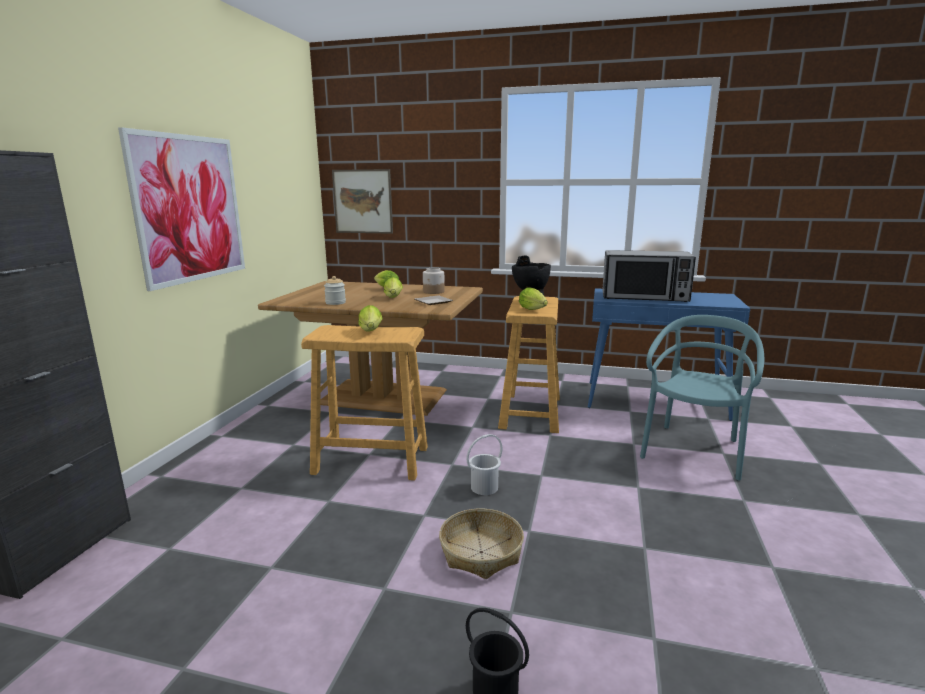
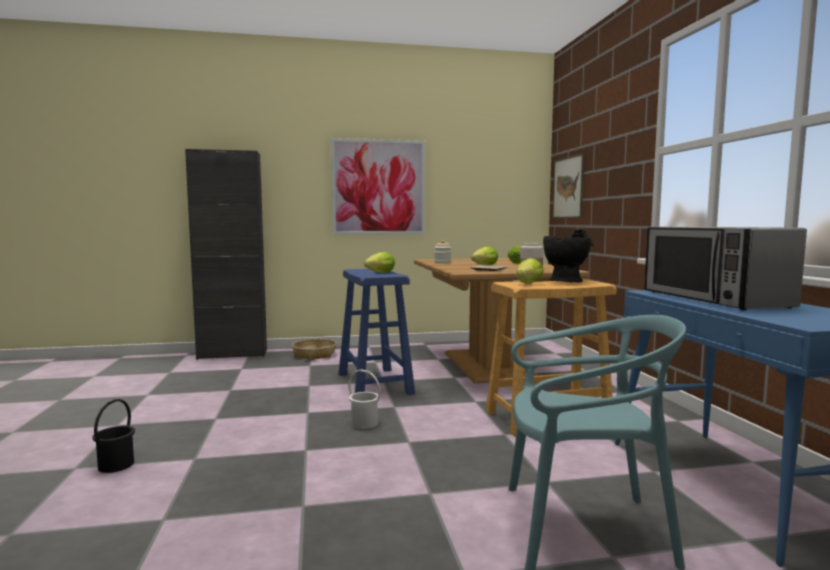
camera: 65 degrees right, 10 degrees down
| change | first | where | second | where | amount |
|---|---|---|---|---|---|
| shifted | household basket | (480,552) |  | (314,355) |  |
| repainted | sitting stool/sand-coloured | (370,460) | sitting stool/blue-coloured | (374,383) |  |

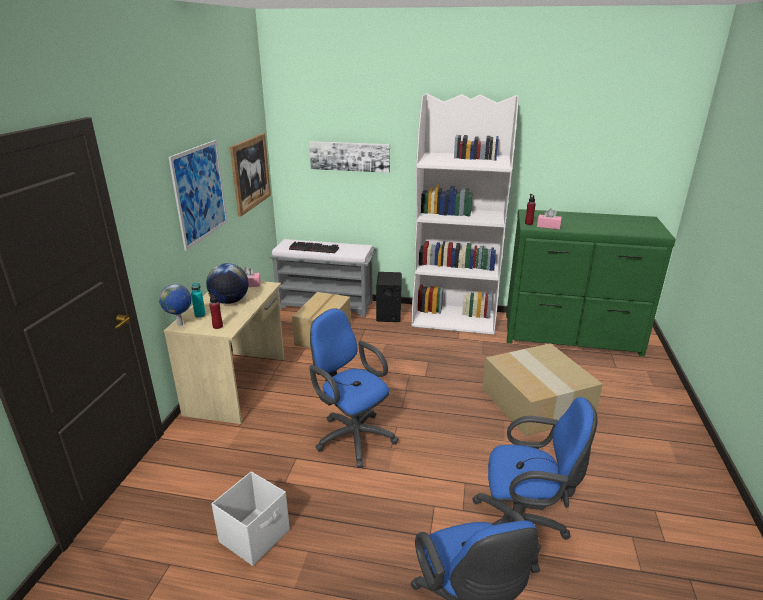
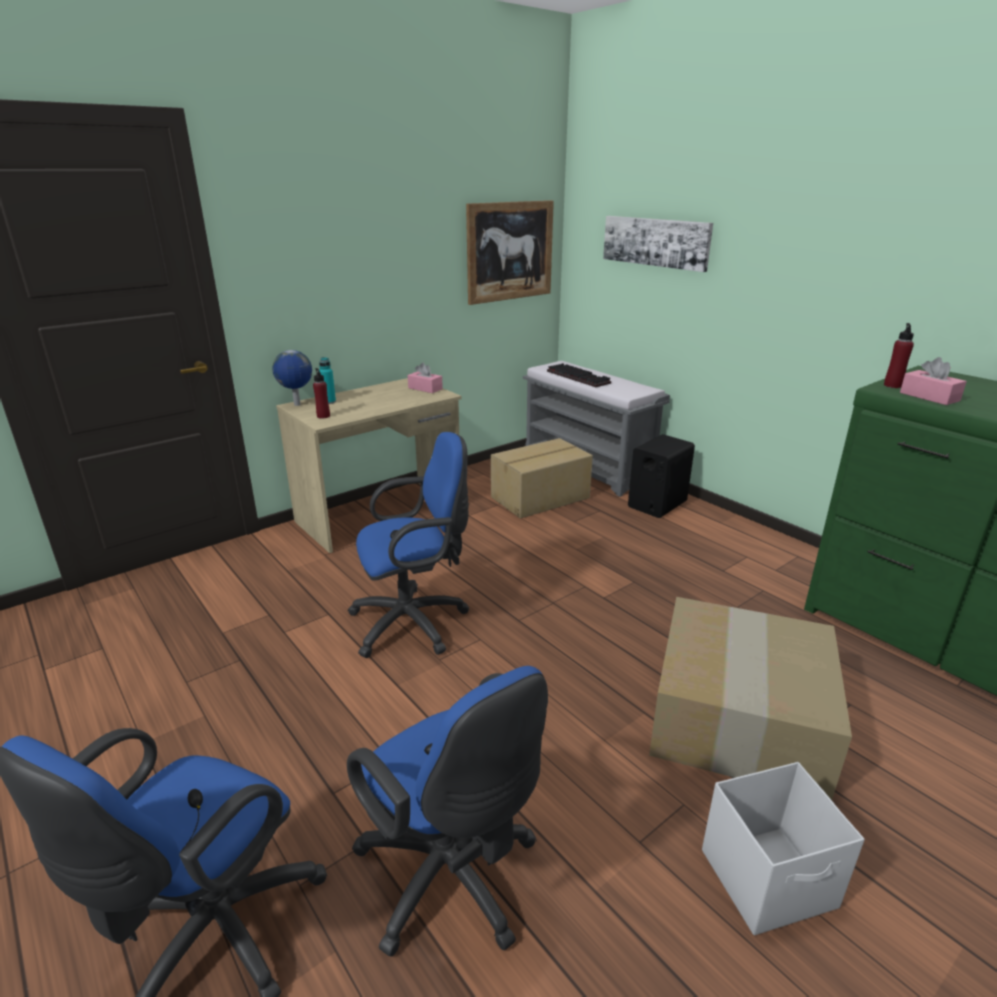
camera: 40 degrees right, 0 degrees up
| change | first | where | second | where | amount |
|---|---|---|---|---|---|
| rotated | desk chair/blue-coloured | (352,436) |  | (415,622) | 75 degrees clockwise |
| shifted | storage container/whitish | (256,536) |  | (769,879) |  |
| gone | wall art | (200,193) |  |  |  |
| gone | desk globe | (230,301) |  |  |  |
| gone | shelving unit/whitish | (455,319) |  |  |  |

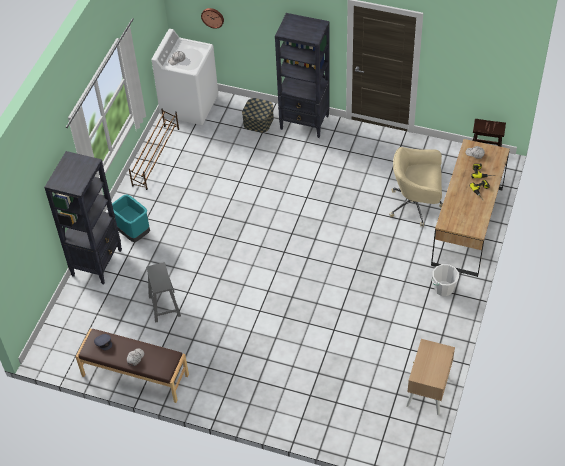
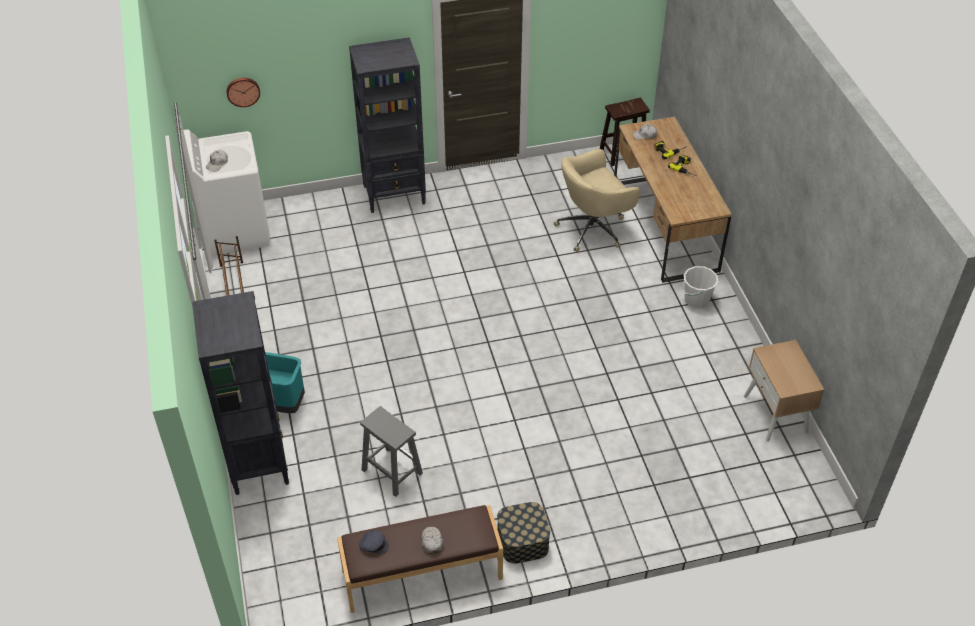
camera: 35 degrees left, 5 degrees down
| change | first | where | second | where | amount |
|---|---|---|---|---|---|
| shifted | storage container | (258,121) |  | (522,541) |  |

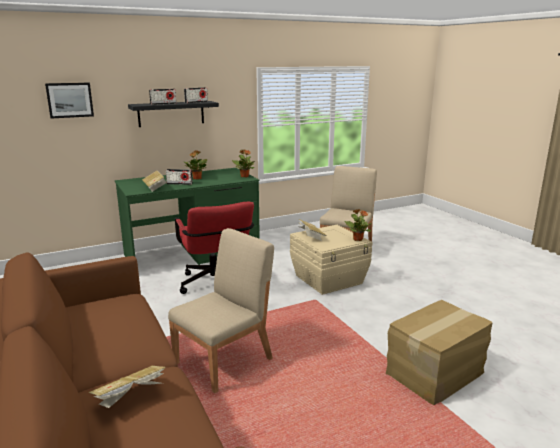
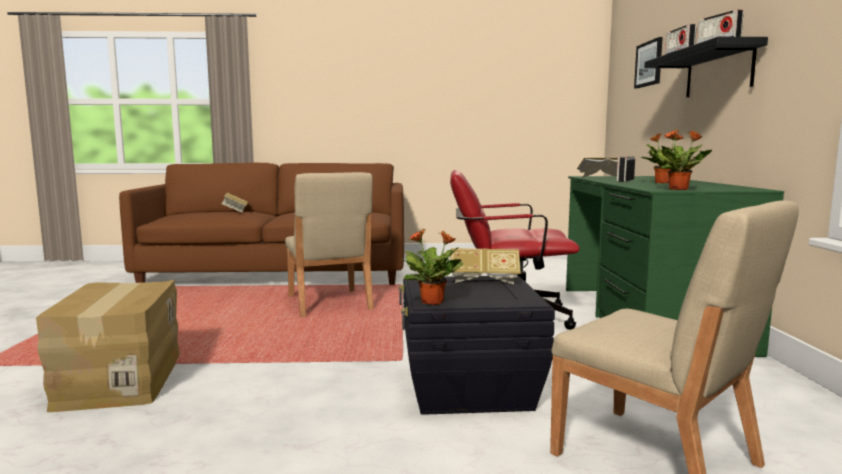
camera: 115 degrees right, 10 degrees down
| change | first | where | second | where | amount |
|---|---|---|---|---|---|
| repainted | storage container/sand-coloured | (329,279) | storage container/black-coloured | (468,388) |  |

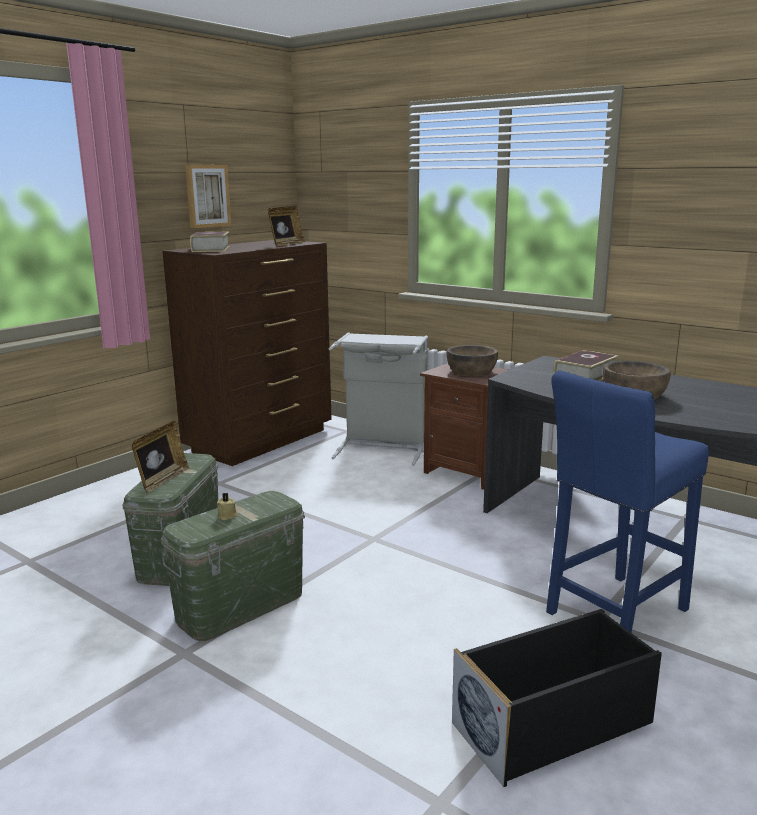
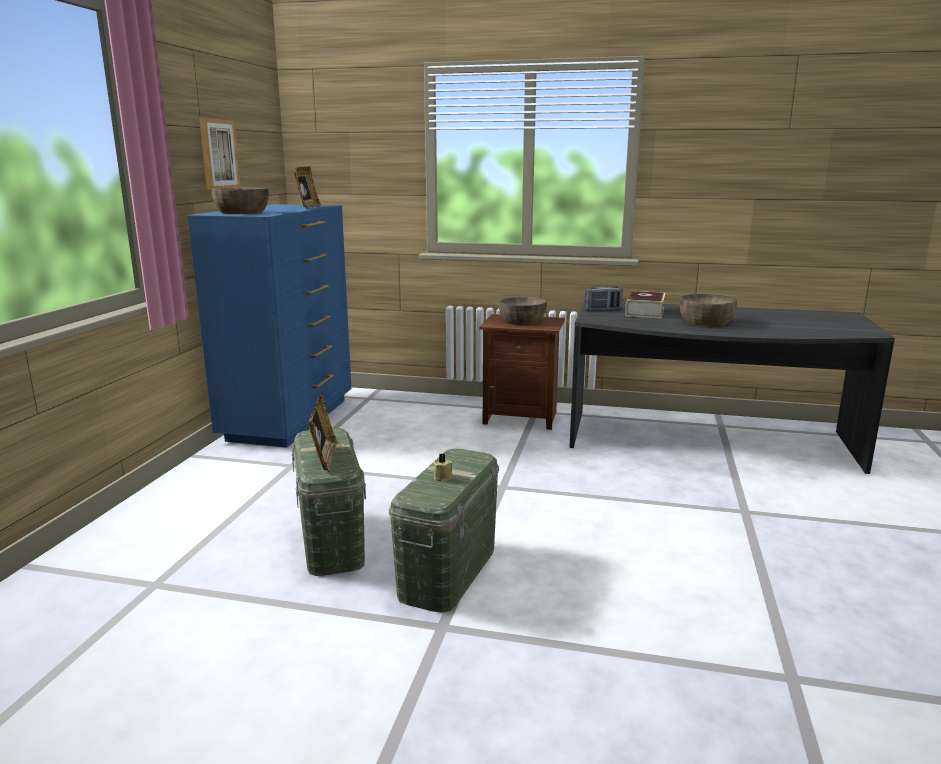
camera: 25 degrees left, 0 degrees up
| change | first | where | second | where | amount |
|---|---|---|---|---|---|
| repainted | dresser/brown | (261,441) | dresser/blue-coloured | (290,419) |  |
| swapped | volume | (211,249) | deep dish/brown | (242,212) |  |
| new |  |  | radio receiver | (603,310) |  |
| gone | washing basket/grey | (382,447) |  |  |  |
| gone | storage container/black-coloured | (554,723) |  |  |  |
| gone | sitting stool/blue-coloured | (613,614) |  |  |  |

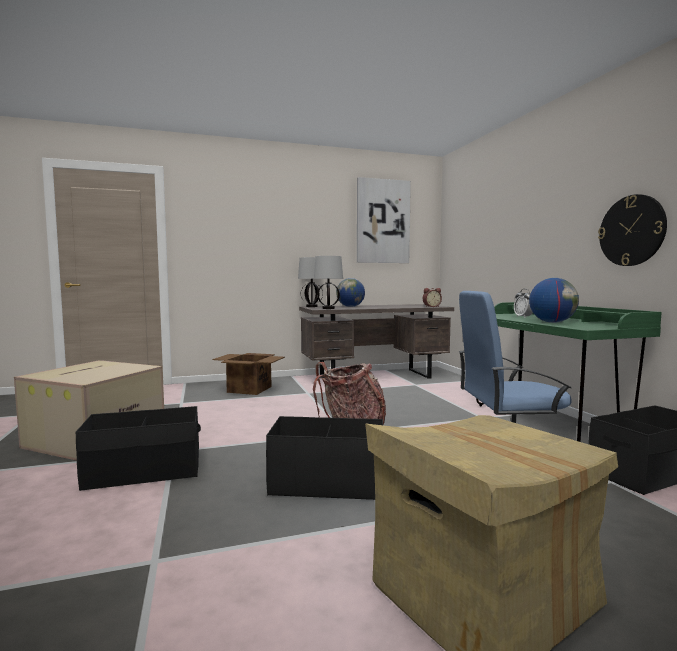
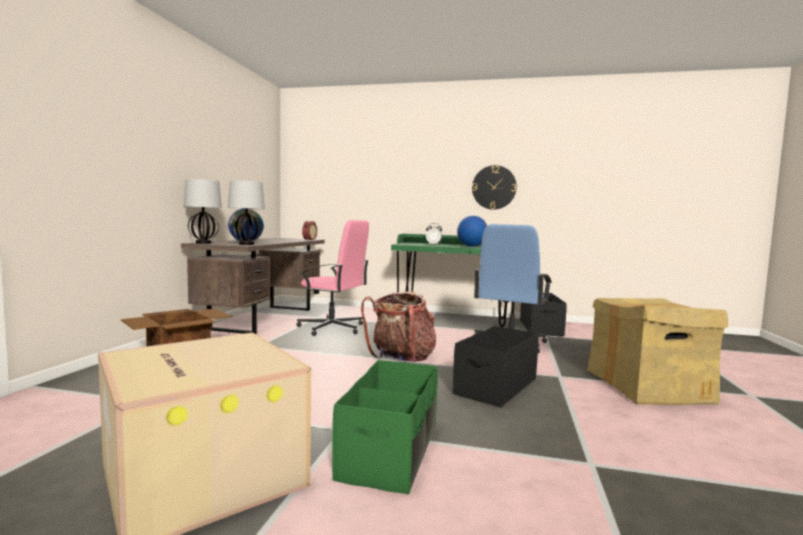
camera: 60 degrees left, 0 degrees up
| change | first | where | second | where | amount |
|---|---|---|---|---|---|
| new |  |  | desk chair/pink-coloured | (332,328) |  |
| repainted | storage container/black-coloured | (144,472) | storage container/green-coloured | (391,451) |  |
| gone | wall art | (383,221) |  |  |  |

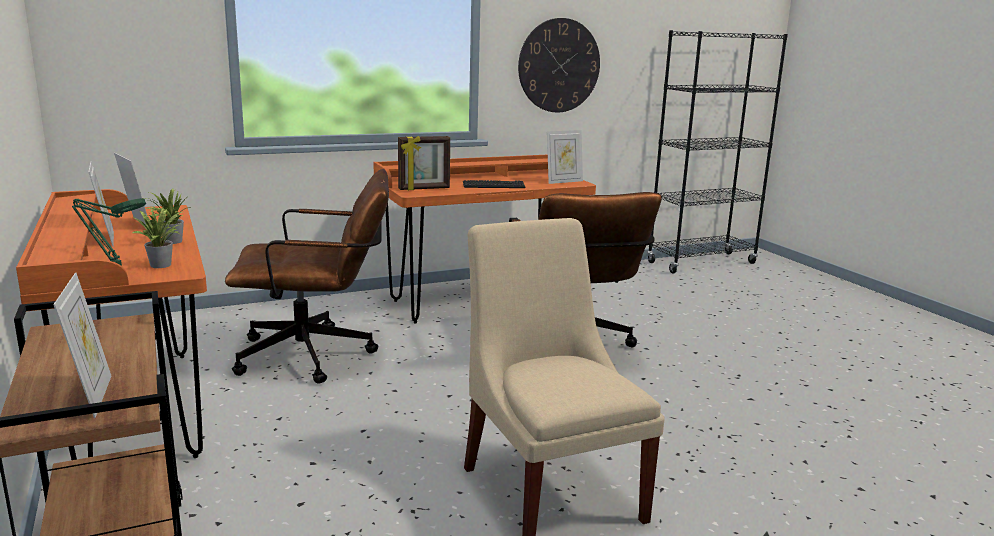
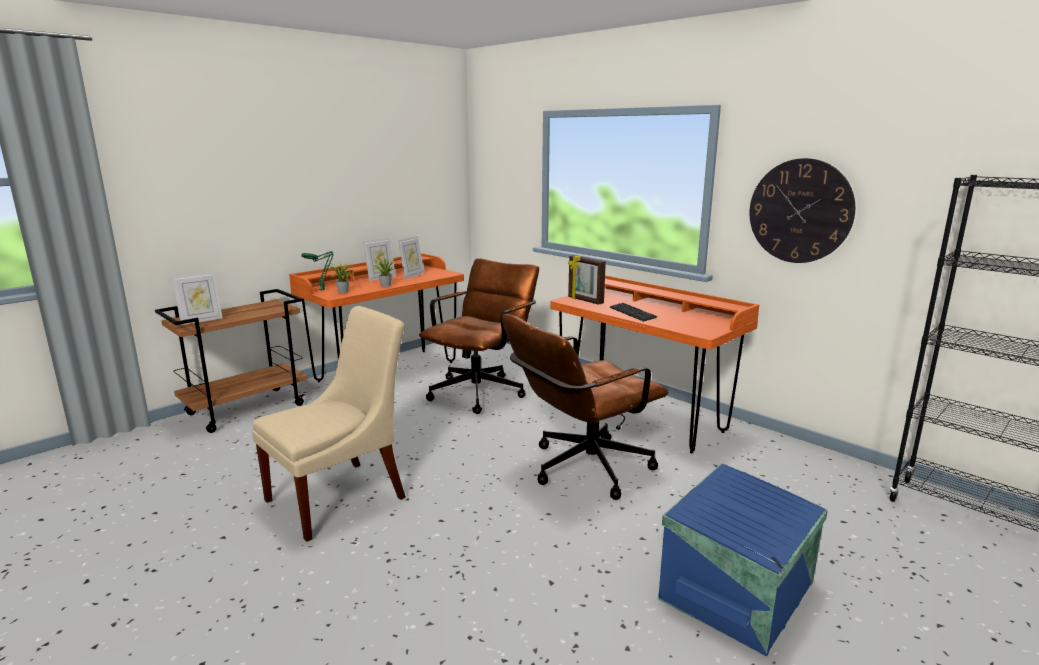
camera: 70 degrees right, 0 degrees up
| change | first | where | second | where | amount |
|---|---|---|---|---|---|
| rotated | desk chair/brown | (317,355) |  | (482,390) | 120 degrees counterclockwise |
| new |  |  | storage container/blue-coloured | (739,591) |  |
| gone | photo frame | (563,181) |  |  |  |

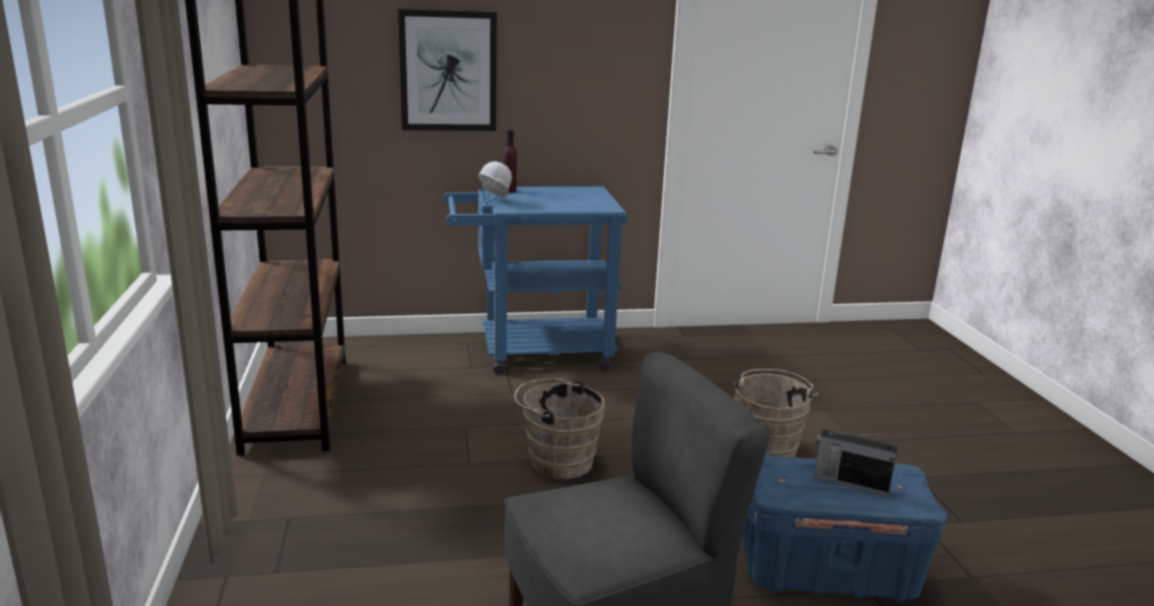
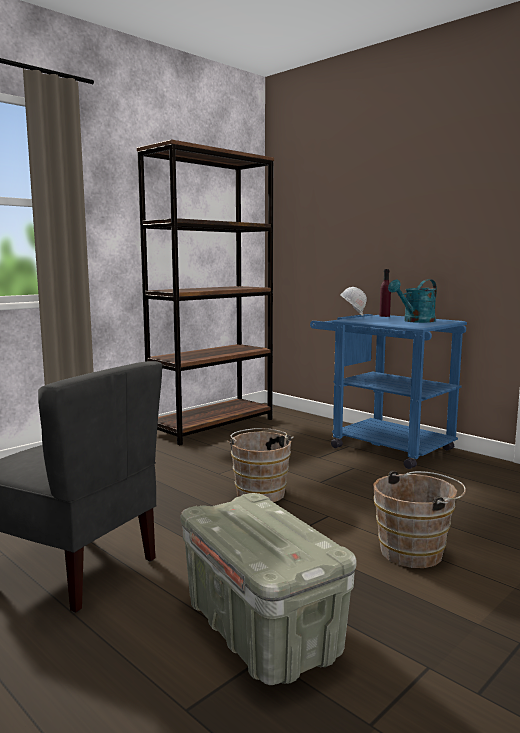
camera: 55 degrees right, 10 degrees down
| change | first | where | second | where | amount |
|---|---|---|---|---|---|
| repainted | storage container/blue-coloured | (829,572) | storage container/grey | (262,629) |  |
| new |  |  | watering can/turquoise-coloured | (415,321) |  |
| gone | wall art | (448,71) |  |  |  |
| gone | radio receiver | (850,483) |  |  |  |

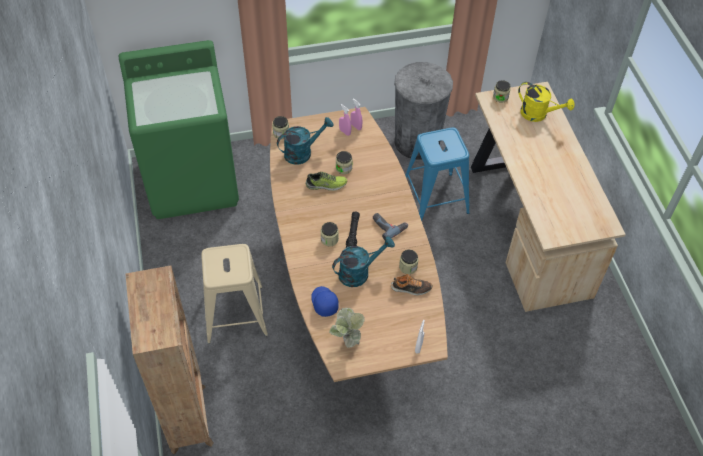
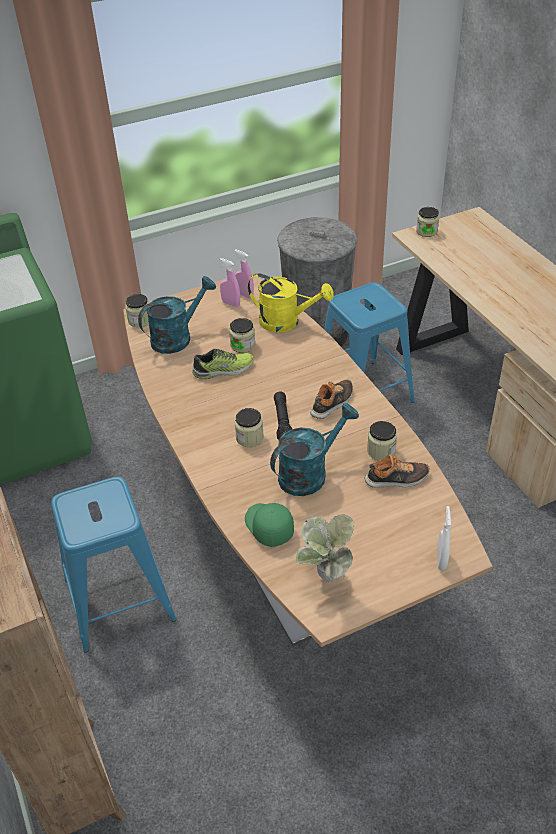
camera: 10 degrees left, 10 degrees down
| change | first | where | second | where | amount |
|---|---|---|---|---|---|
| repainted | sitting stool/sand-coloured | (235,314) | sitting stool/blue-coloured | (120,600) |  |
| repainted | baseball cap/blue-coloured | (324,303) | baseball cap/green-coloured | (268,527) |  |
| shifted | watering can/yellow | (538,114) |  | (286,322) |  |
| swapped | drill | (389,225) | shoe | (332,403) |  |

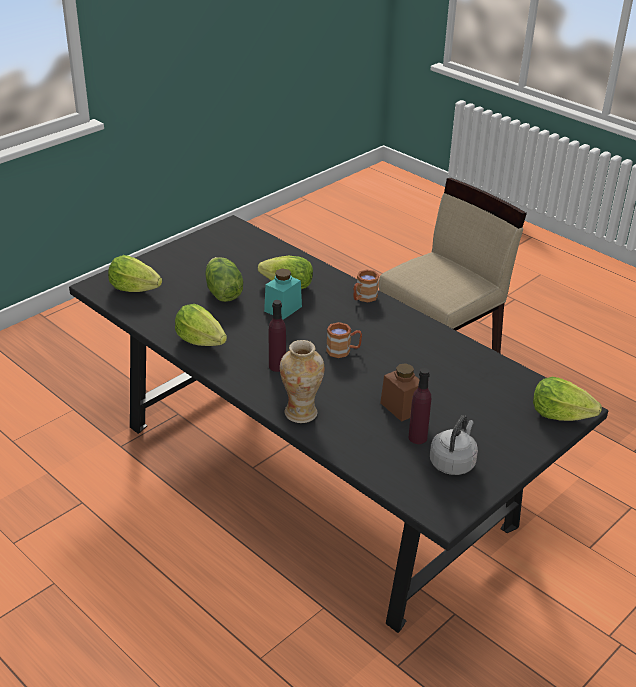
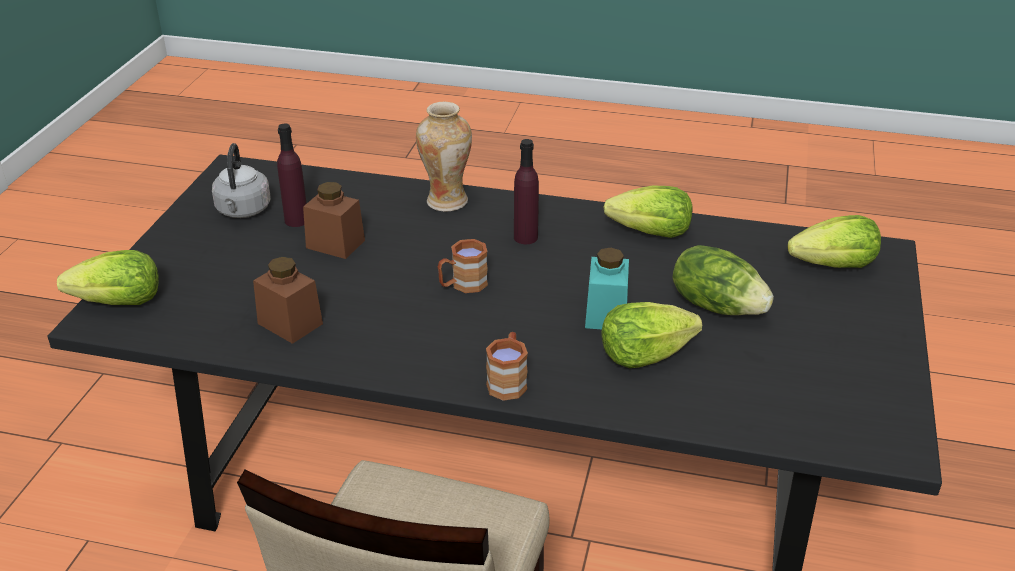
camera: 150 degrees right, 0 degrees up
| change | first | where | second | where | amount |
|---|---|---|---|---|---|
| new |  |  | jar/brown | (290,323) |  |

